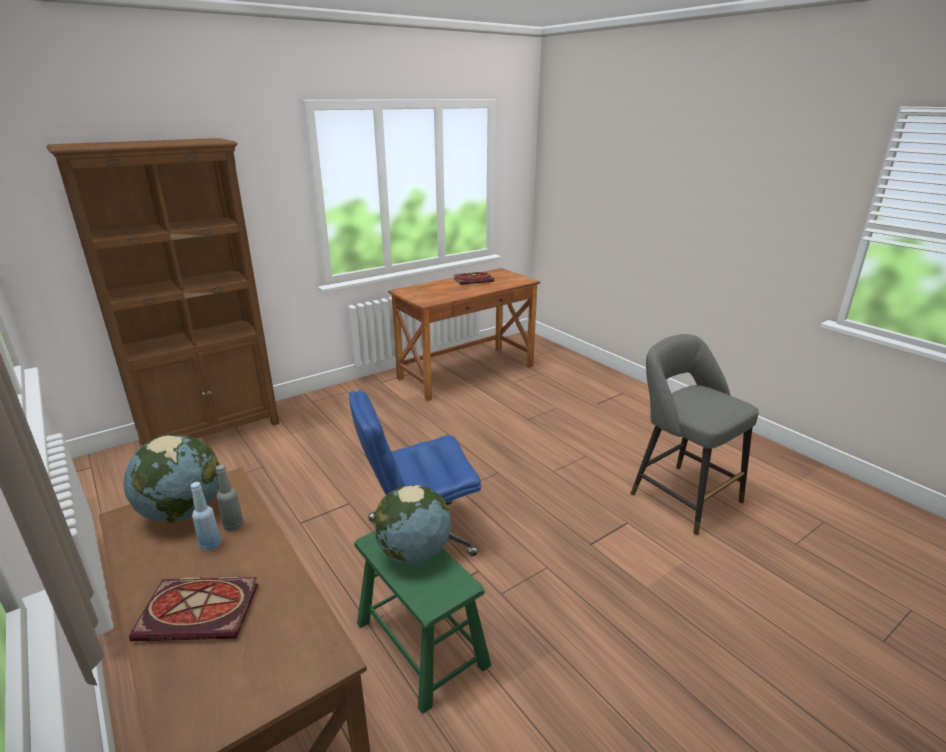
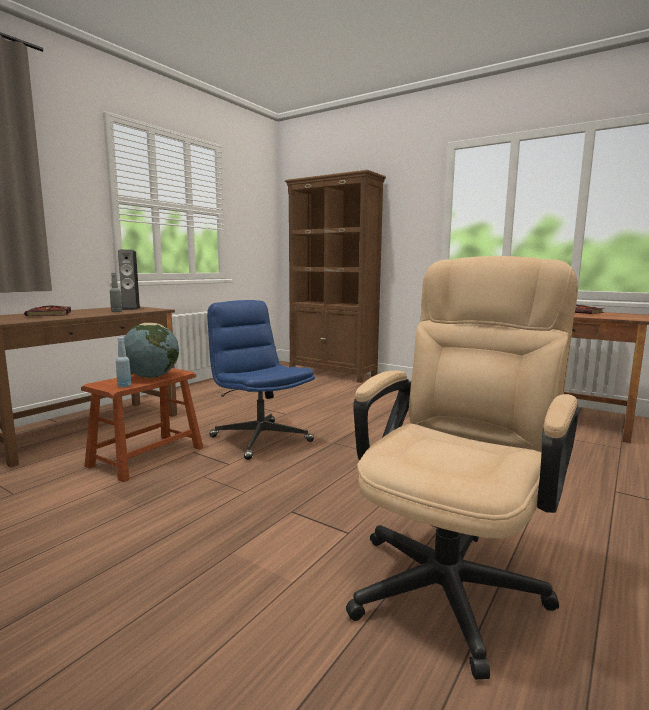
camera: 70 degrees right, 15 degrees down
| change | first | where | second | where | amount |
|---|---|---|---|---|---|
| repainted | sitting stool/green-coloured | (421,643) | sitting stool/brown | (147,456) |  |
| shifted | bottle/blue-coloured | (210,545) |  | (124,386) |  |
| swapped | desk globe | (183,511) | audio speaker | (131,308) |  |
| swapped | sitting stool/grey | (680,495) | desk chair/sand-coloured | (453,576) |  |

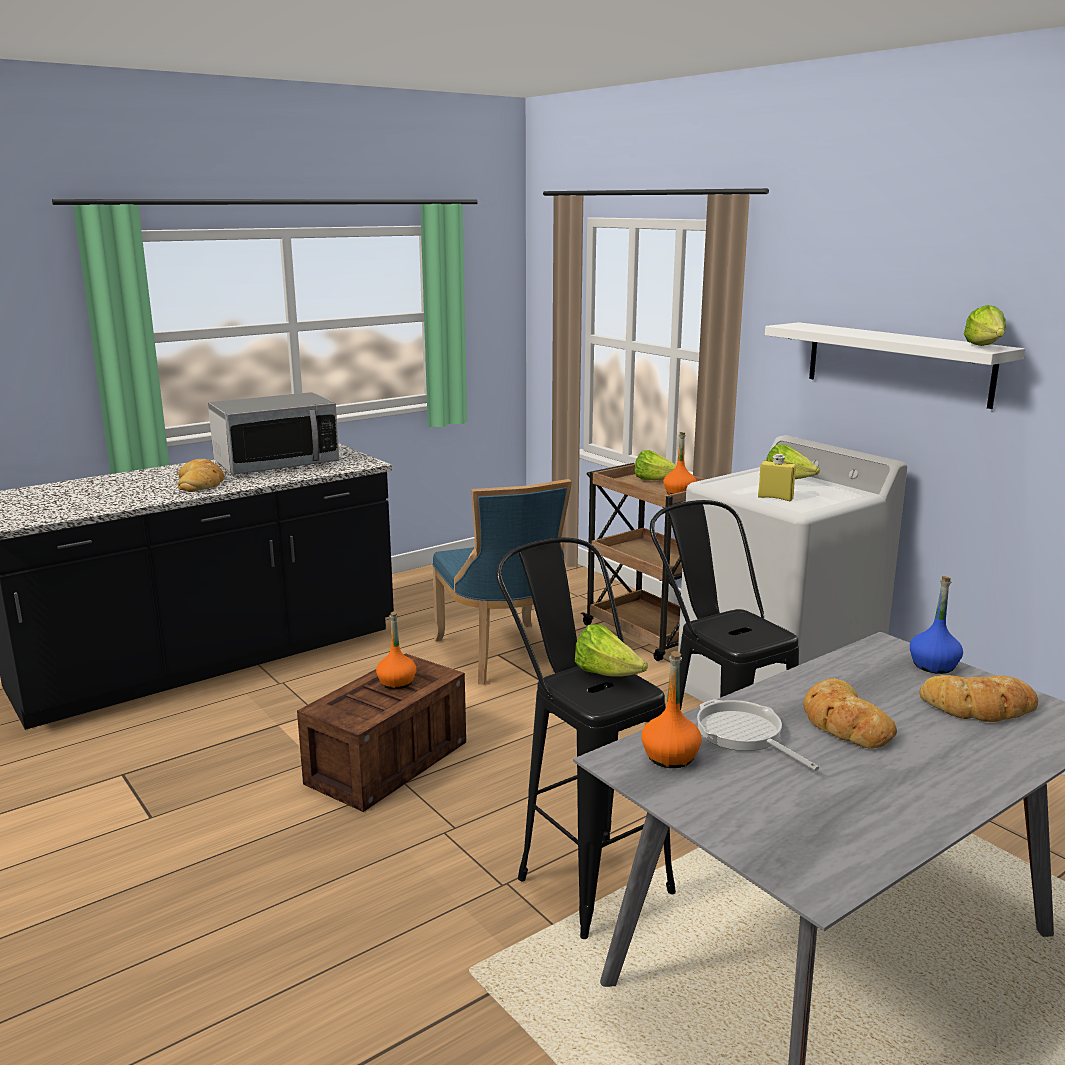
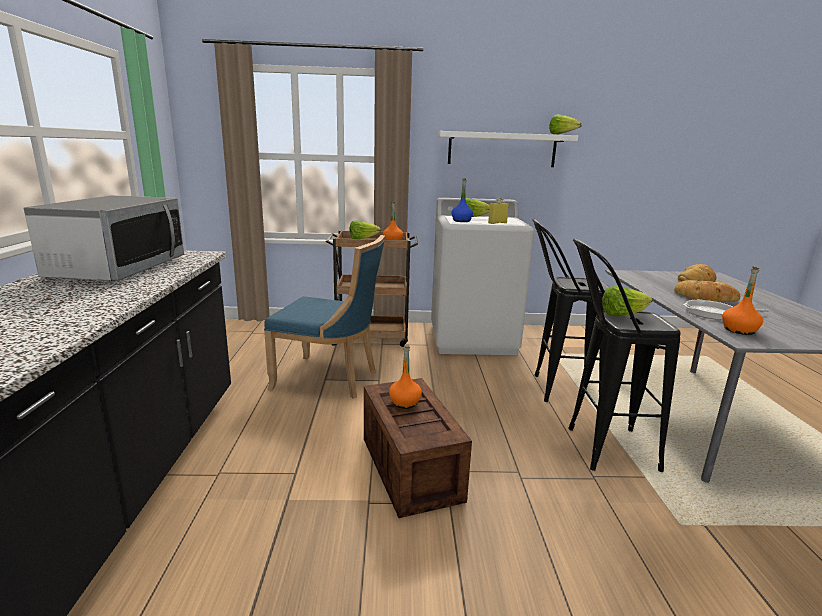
camera: 55 degrees left, 0 degrees up
| change | first | where | second | where | amount |
|---|---|---|---|---|---|
| shifted | bottle/blue-coloured | (933,665) |  | (461,221) |  |
| gone | bakery bread | (201,482) |  |  |  |

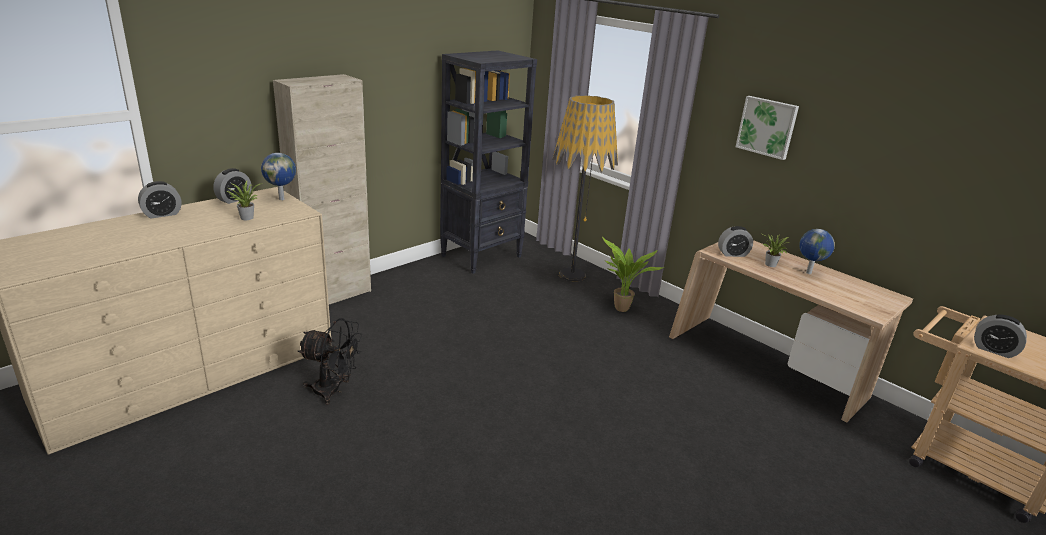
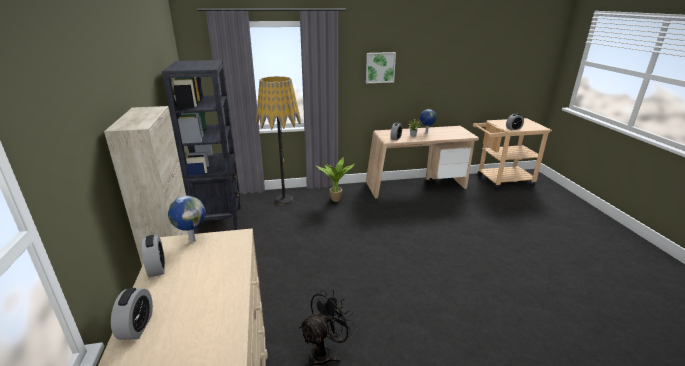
camera: 55 degrees left, 0 degrees up
| change | first | where | second | where | amount |
|---|---|---|---|---|---|
| gone | plant in a pot | (246,217) |  |  |  |

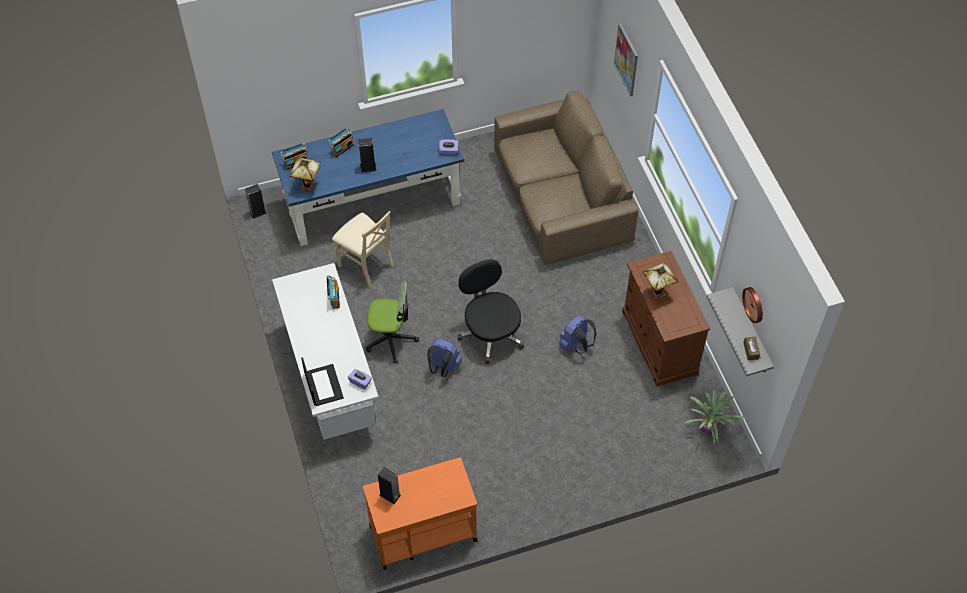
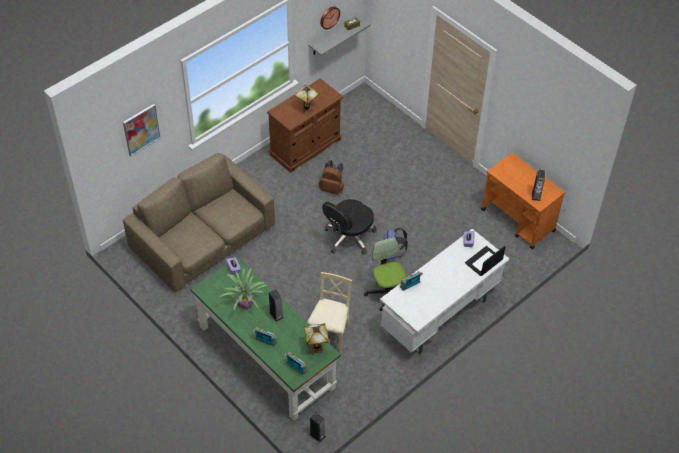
camera: 115 degrees left, 5 degrees down
| change | first | where | second | where | amount |
|---|---|---|---|---|---|
| repainted | desk/blue-coloured | (373,201) | desk/green-coloured | (265,356) |  |
| shifted | plant in a pot | (708,428) |  | (245,303) |  |
| repainted | backpack/blue-coloured | (576,345) | backpack/brown | (332,188) |  |

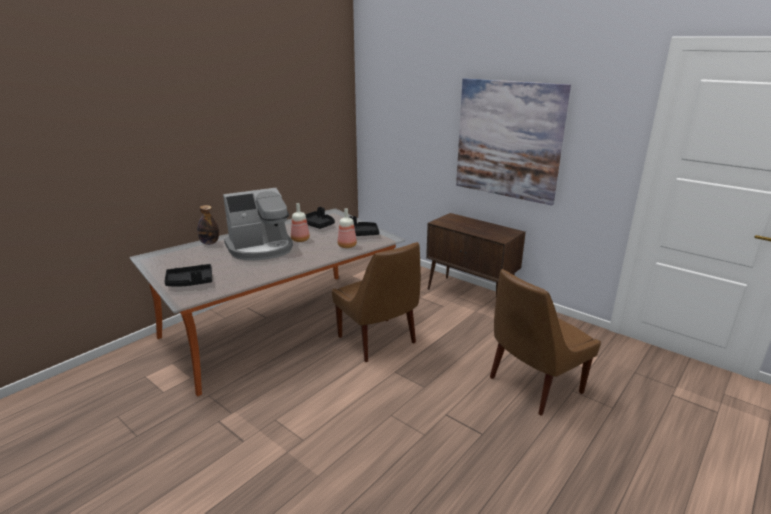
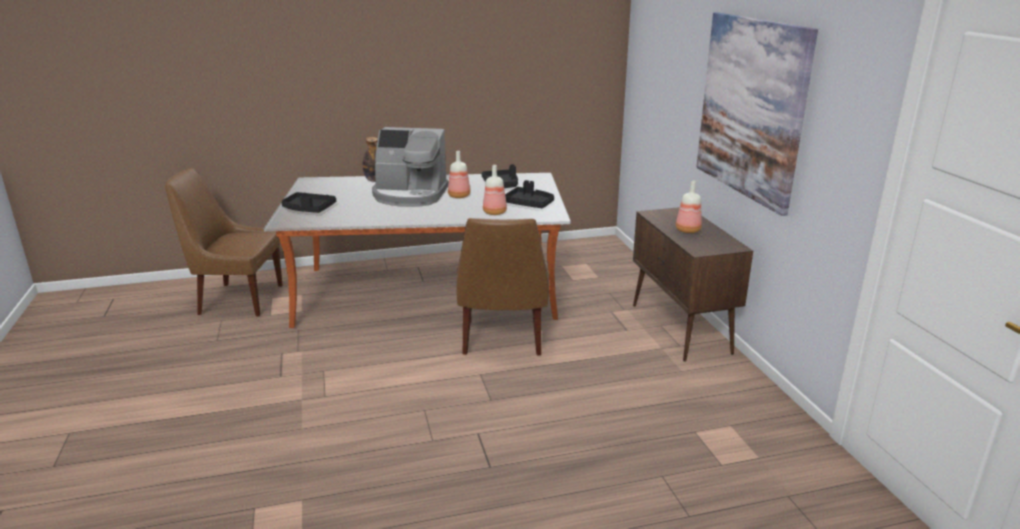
camera: 35 degrees right, 0 degrees up
| change | first | where | second | where | amount |
|---|---|---|---|---|---|
| shifted | plain chair/brown | (532,386) |  | (237,299) |  |
| new |  |  | bottle | (687,231) |  |

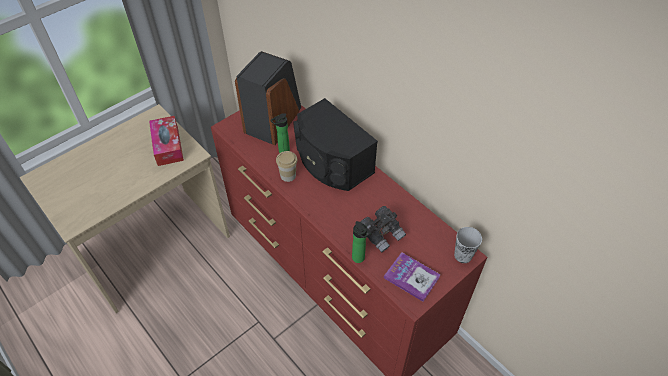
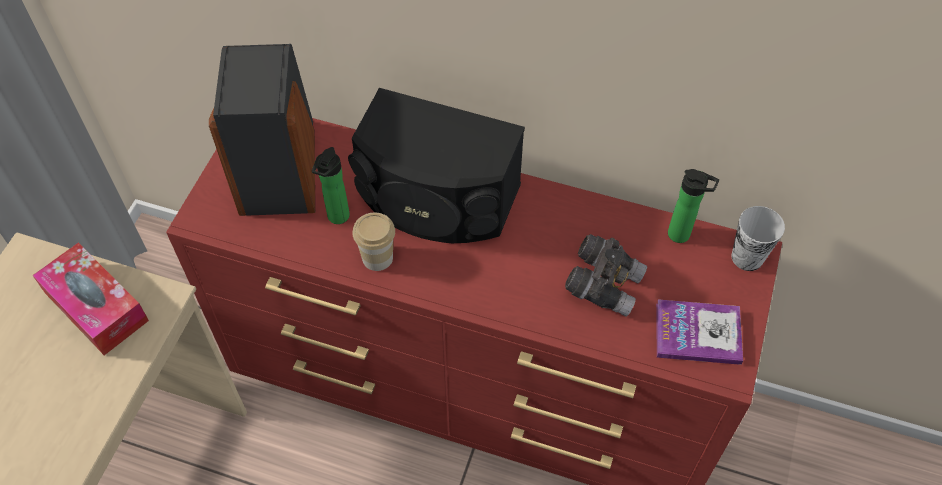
camera: 30 degrees left, 5 degrees up
| change | first | where | second | where | amount |
|---|---|---|---|---|---|
| shifted | bottle | (359,259) |  | (682,235) |  |

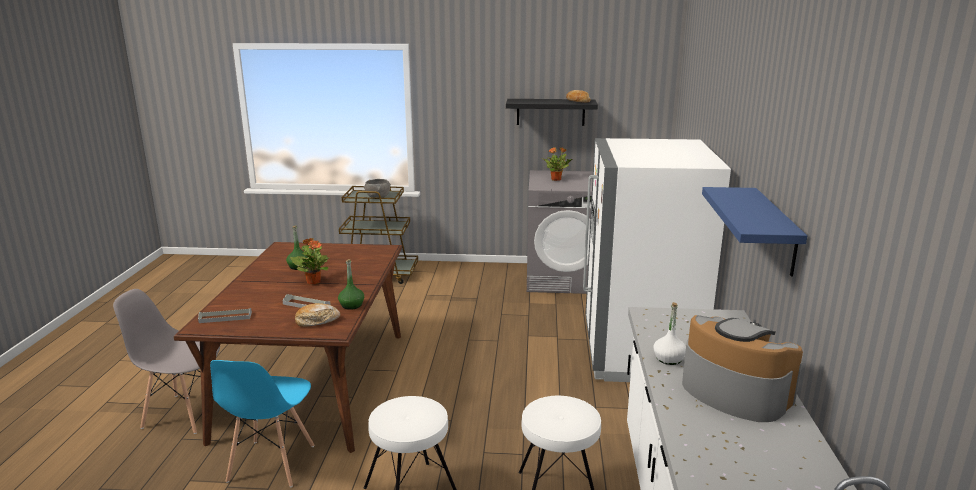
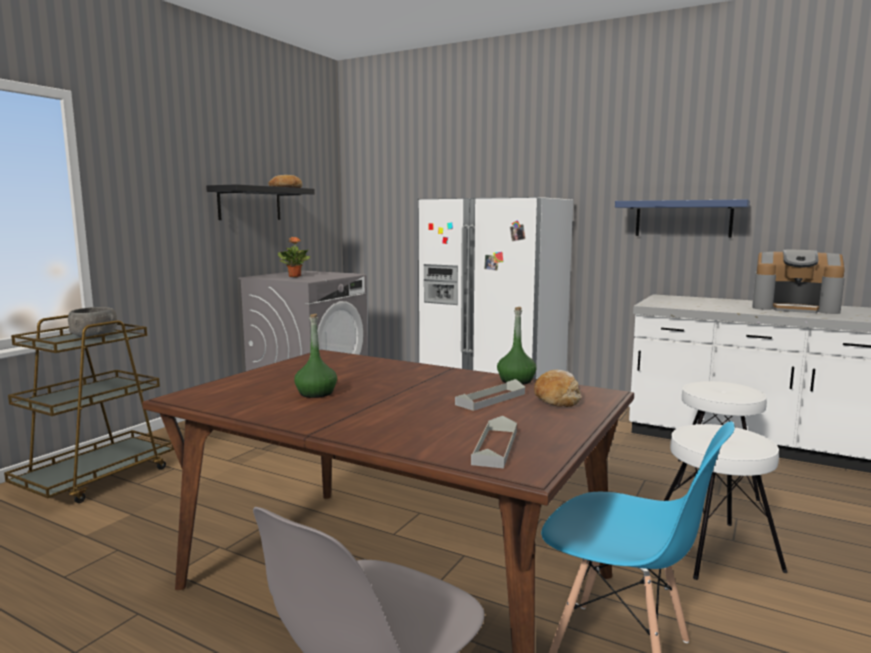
camera: 65 degrees left, 10 degrees down
| change | first | where | second | where | amount |
|---|---|---|---|---|---|
| rotated | coffee brewer | (734,392) |  | (795,308) | 135 degrees counterclockwise |
| gone | plant in a pot | (313,281) |  |  |  |
| gone | bottle/whitish | (669,359) |  |  |  |

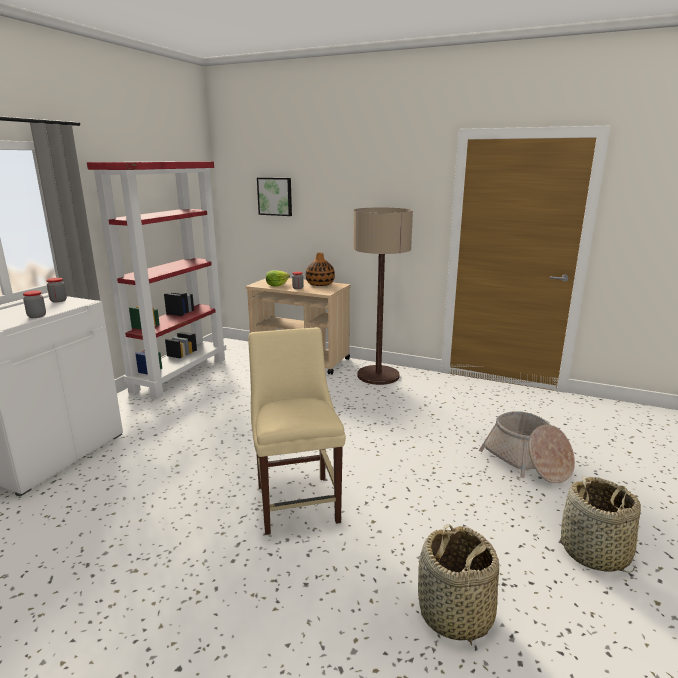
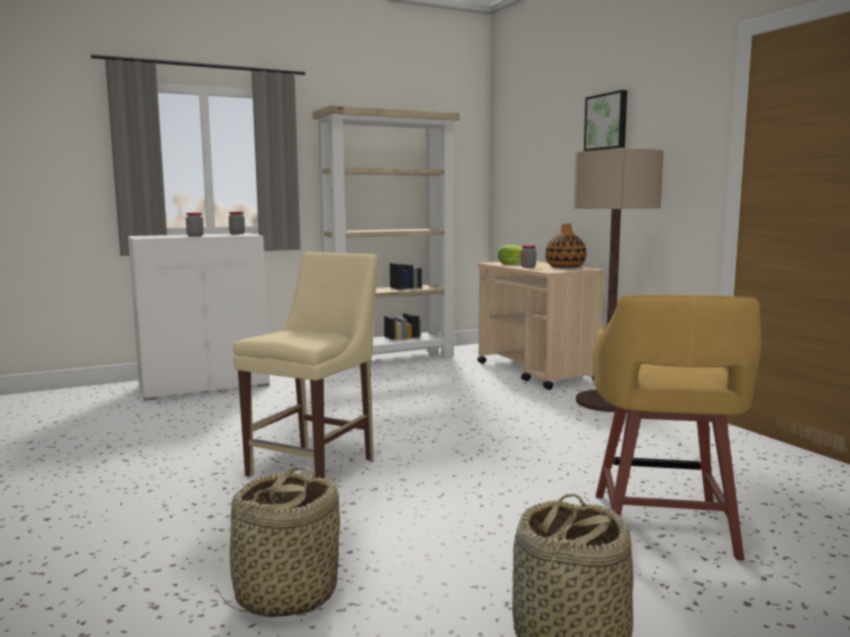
camera: 40 degrees right, 10 degrees down
| change | first | where | second | where | amount |
|---|---|---|---|---|---|
| repainted | shelving unit/red | (180,374) | shelving unit/sand-coloured | (390,359) |  |
| shifted | wall art | (275,196) |  | (607,122) |  |
| swapped | household basket | (527,461) | sitting stool/yellow | (662,527) |  |

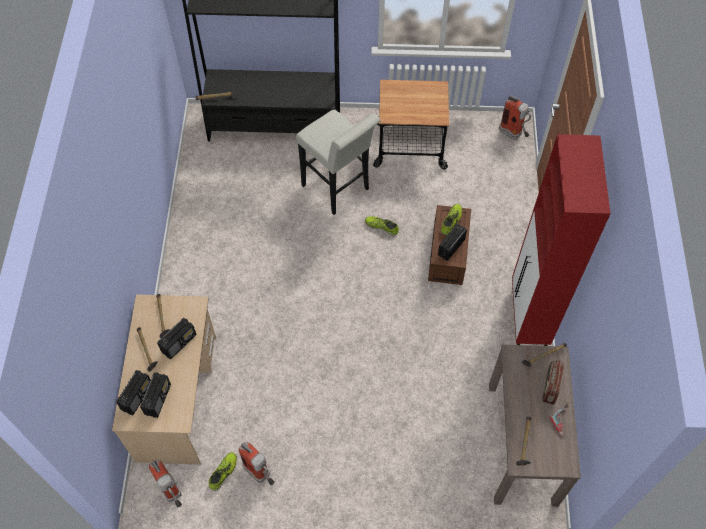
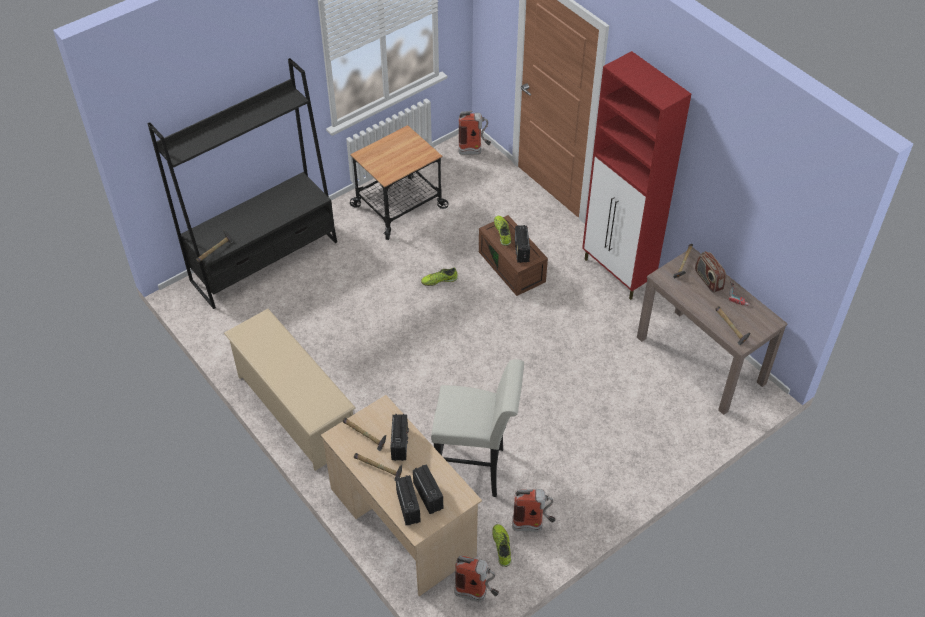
camera: 40 degrees left, 10 degrees down
| change | first | where | second | where | amount |
|---|---|---|---|---|---|
| new |  |  | shoe stand/sand-coloured | (295,410) |  |
| shifted | sitting stool/whitish | (338,190) |  | (476,469) |  |

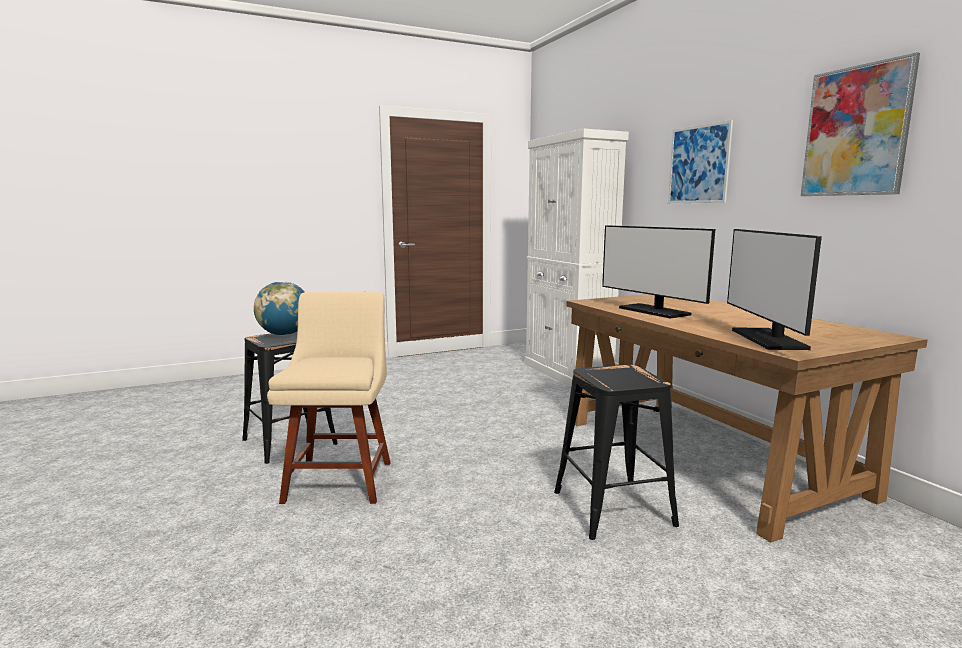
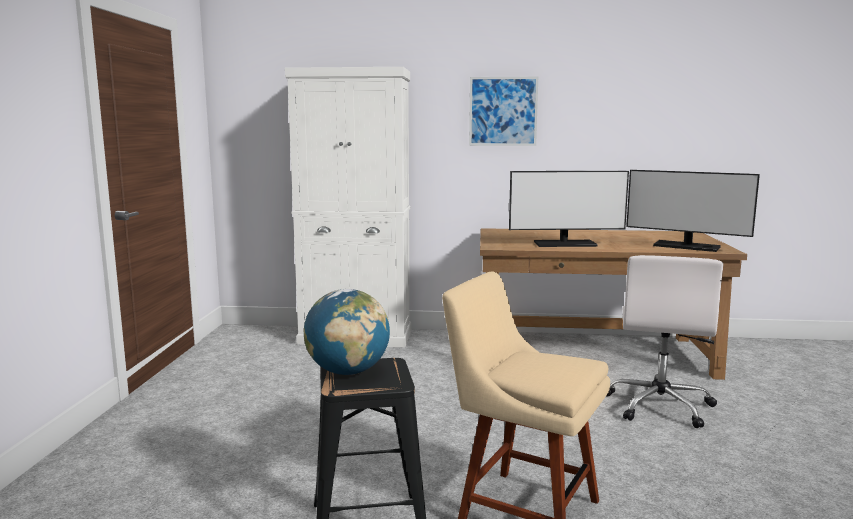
camera: 60 degrees left, 0 degrees up
| change | first | where | second | where | amount |
|---|---|---|---|---|---|
| swapped | sitting stool/black-coloured | (611,508) | desk chair/whitish | (659,405) |  |
| gone | wall art | (856,131) |  |  |  |

